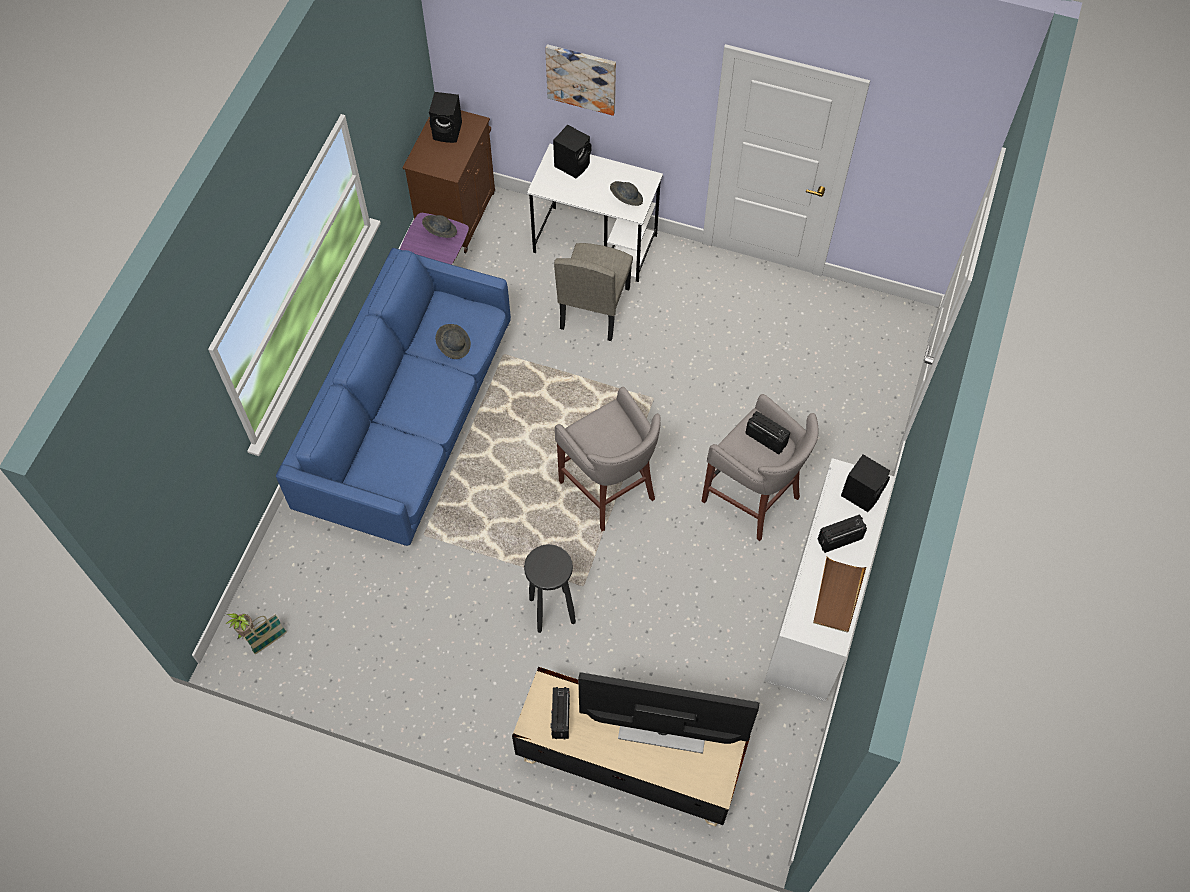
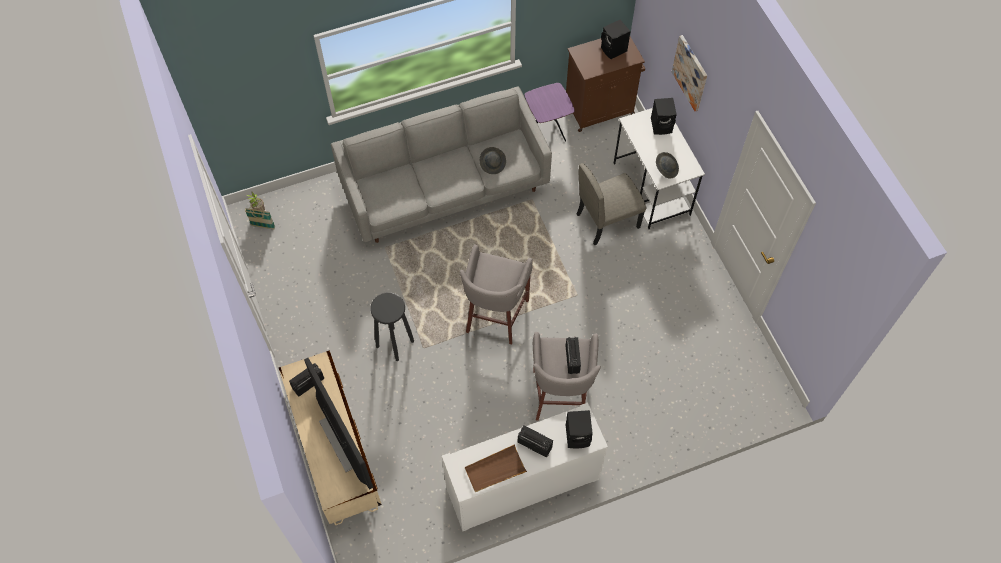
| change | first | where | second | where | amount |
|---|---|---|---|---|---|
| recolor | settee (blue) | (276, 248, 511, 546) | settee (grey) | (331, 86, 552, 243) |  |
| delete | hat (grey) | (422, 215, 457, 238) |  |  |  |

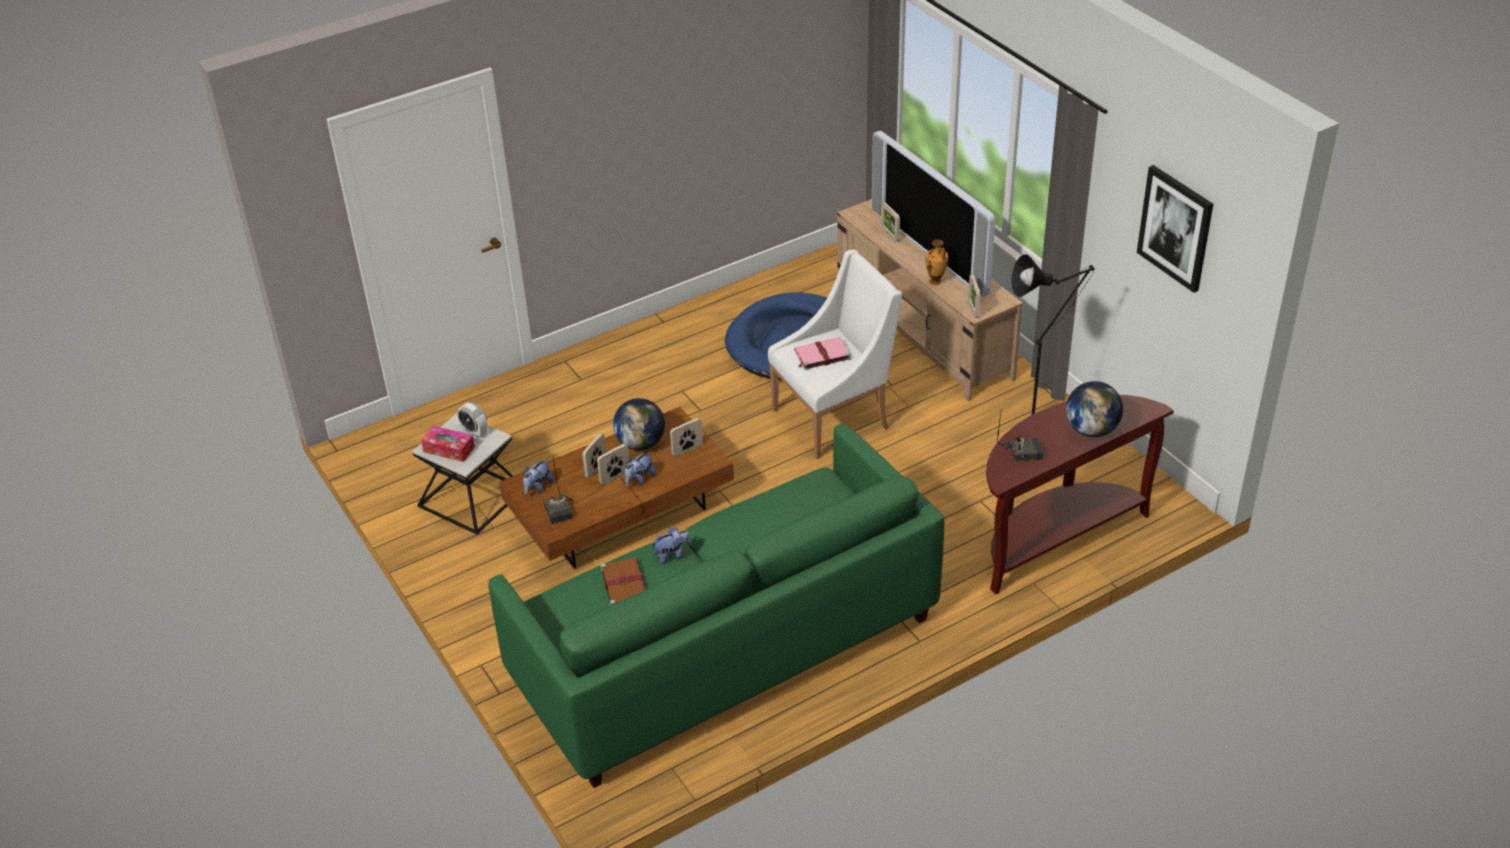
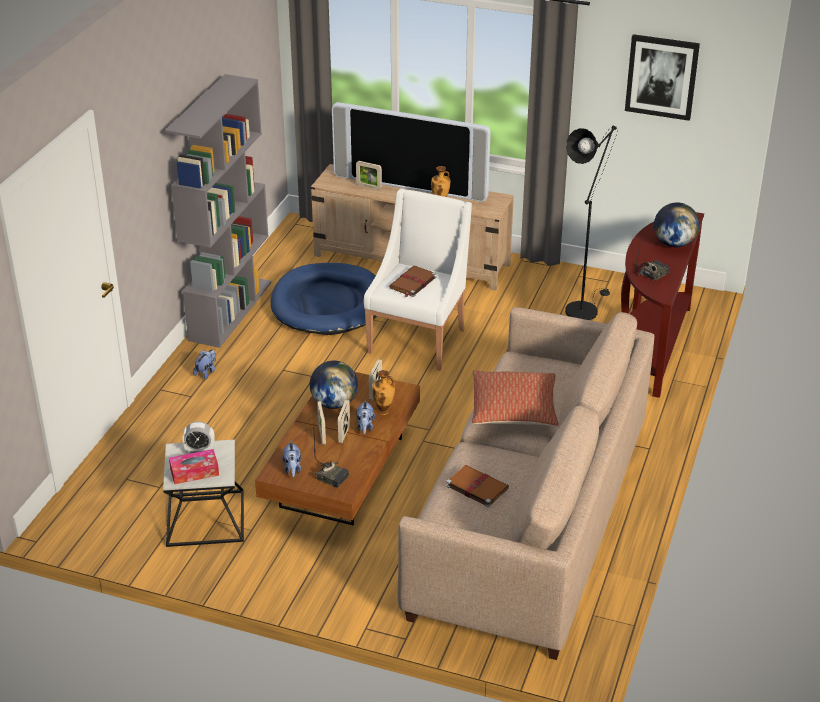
| change | first | where | second | where | amount |
|---|---|---|---|---|---|
| insert |  |  | bookcase (grey) | (165, 74, 272, 348) |  |
| move | cuddly toy | (652, 528, 691, 564) |  | (193, 349, 216, 380) |  |
| insert |  |  | vase | (373, 370, 395, 415) |  |
| recolor | volume (pink-coloured) | (794, 337, 851, 370) | volume (brown) | (389, 266, 436, 297) |  |
| recolor | settee (greenish) | (488, 424, 944, 788) | settee (beige) | (398, 307, 654, 660) |  |
| insert |  |  | cushion | (472, 370, 559, 426) |  |
| delete | picture frame | (968, 274, 980, 318) |  |  |  |

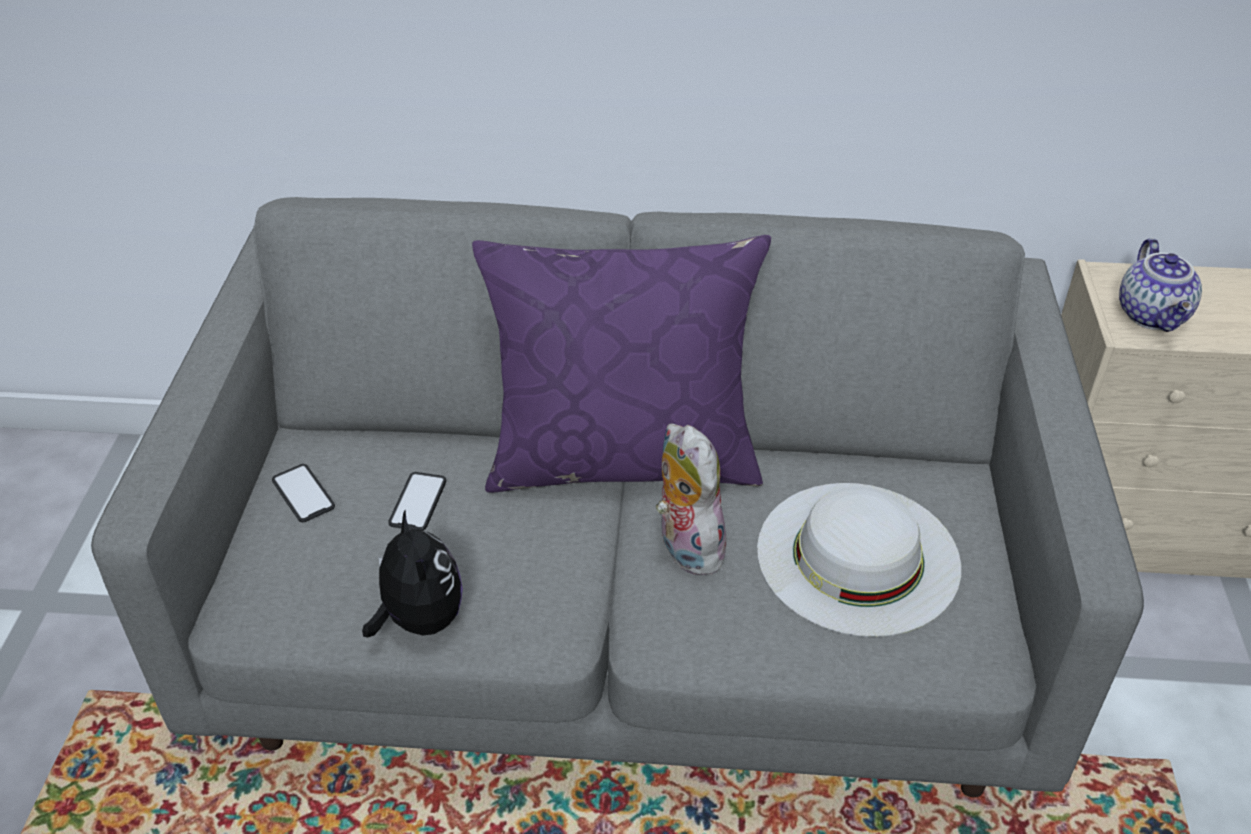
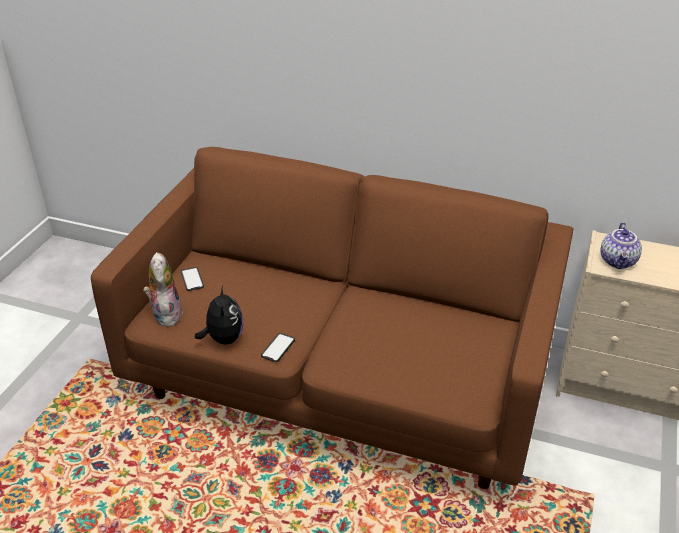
| change | first | where | second | where | amount |
|---|---|---|---|---|---|
| recolor | settee (grey) | (91, 197, 1144, 797) | settee (brown) | (91, 147, 574, 489) |  |
| move | cuddly toy | (656, 424, 731, 575) |  | (143, 252, 183, 327) |  |
| move | phone | (389, 472, 446, 531) |  | (261, 333, 295, 362) |  |
| delete | cushion (purple) | (472, 235, 771, 493) |  |  |  |
| delete | hat (white-coloured) | (757, 483, 961, 637) |  |  |  |

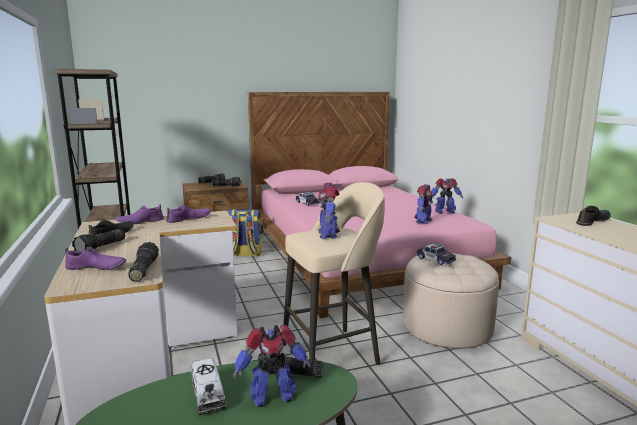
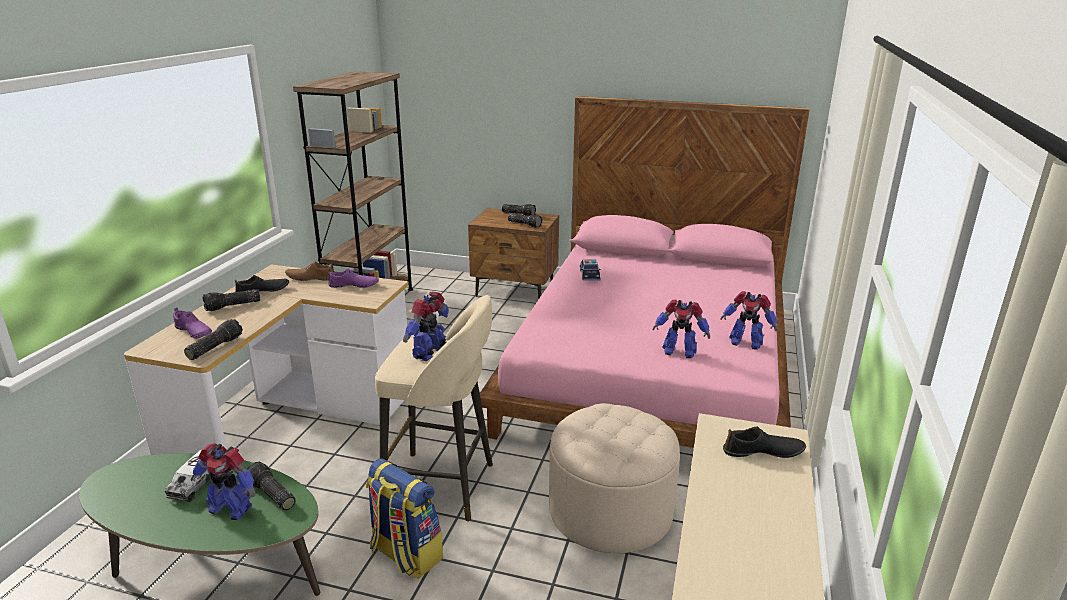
| change | first | where | second | where | amount |
|---|---|---|---|---|---|
| recolor | shoe (purple) | (115, 204, 164, 224) | shoe (brown) | (285, 261, 334, 281) |  |
| move | knapsack | (227, 209, 262, 256) |  | (366, 459, 443, 579) |  |
| rotate | model robot | (414, 184, 433, 224) |  | (653, 299, 710, 358) | 45 degrees clockwise |
| delete | toy car | (416, 244, 456, 265) |  |  |  |

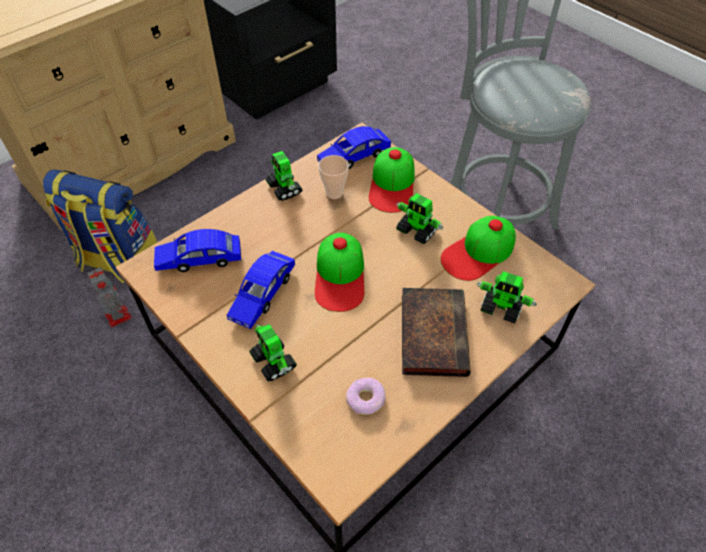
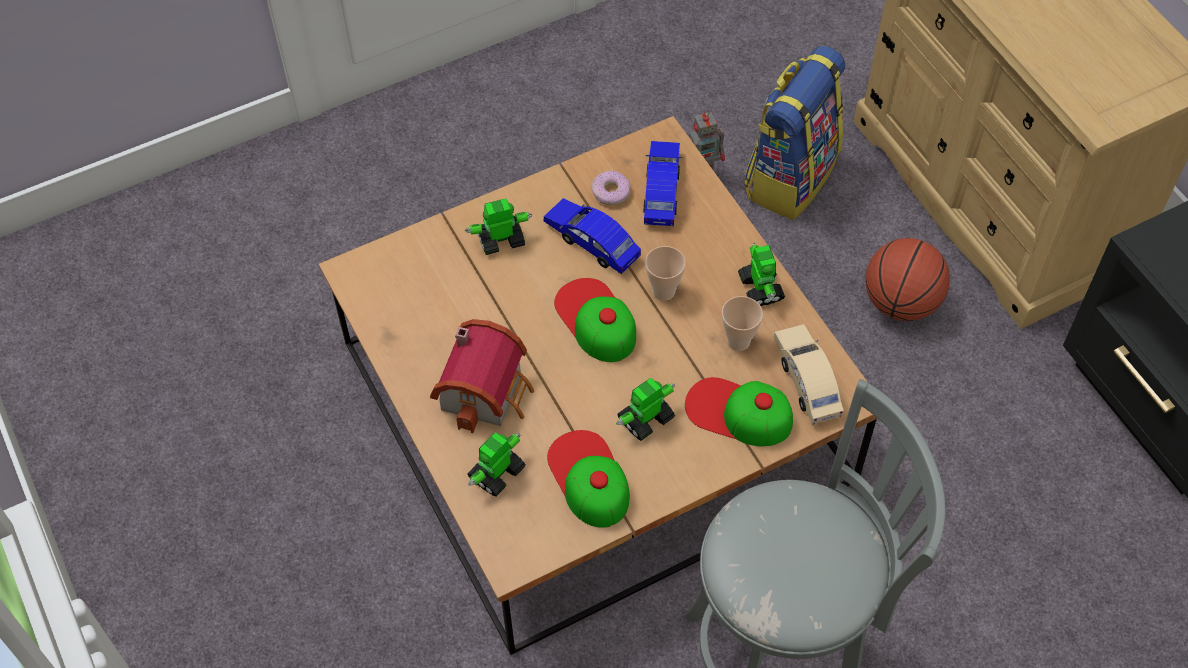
| change | first | where | second | where | amount |
|---|---|---|---|---|---|
| replace | volume | (402, 288, 471, 377) | miniature house | (430, 319, 534, 433) |  |
| rotate | cap | (315, 233, 364, 312) |  | (554, 278, 636, 362) | 45 degrees clockwise |
| move | doughnut | (346, 378, 386, 415) |  | (591, 170, 631, 205) |  |
| insert |  |  | cup | (645, 246, 686, 301) |  |
| rotate | model robot | (266, 151, 303, 201) |  | (738, 243, 785, 306) | 90 degrees clockwise |
| recolor | toy car (blue) | (317, 126, 391, 169) | toy car (beige) | (774, 324, 844, 425) |  |
| insert |  |  | ball for basketball | (865, 238, 950, 321) |  |

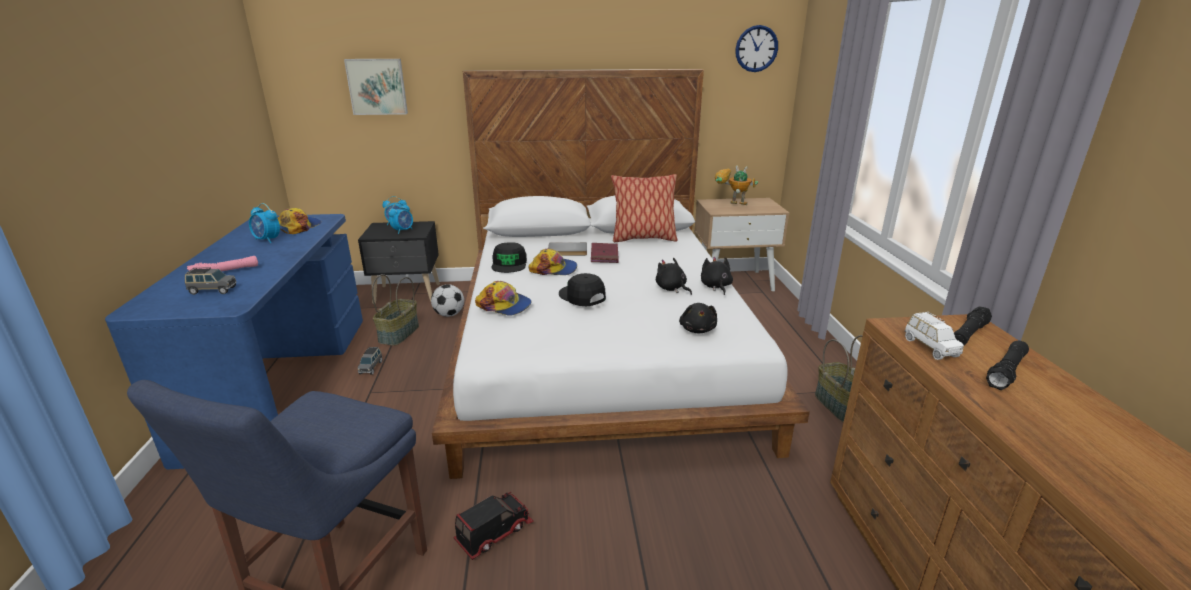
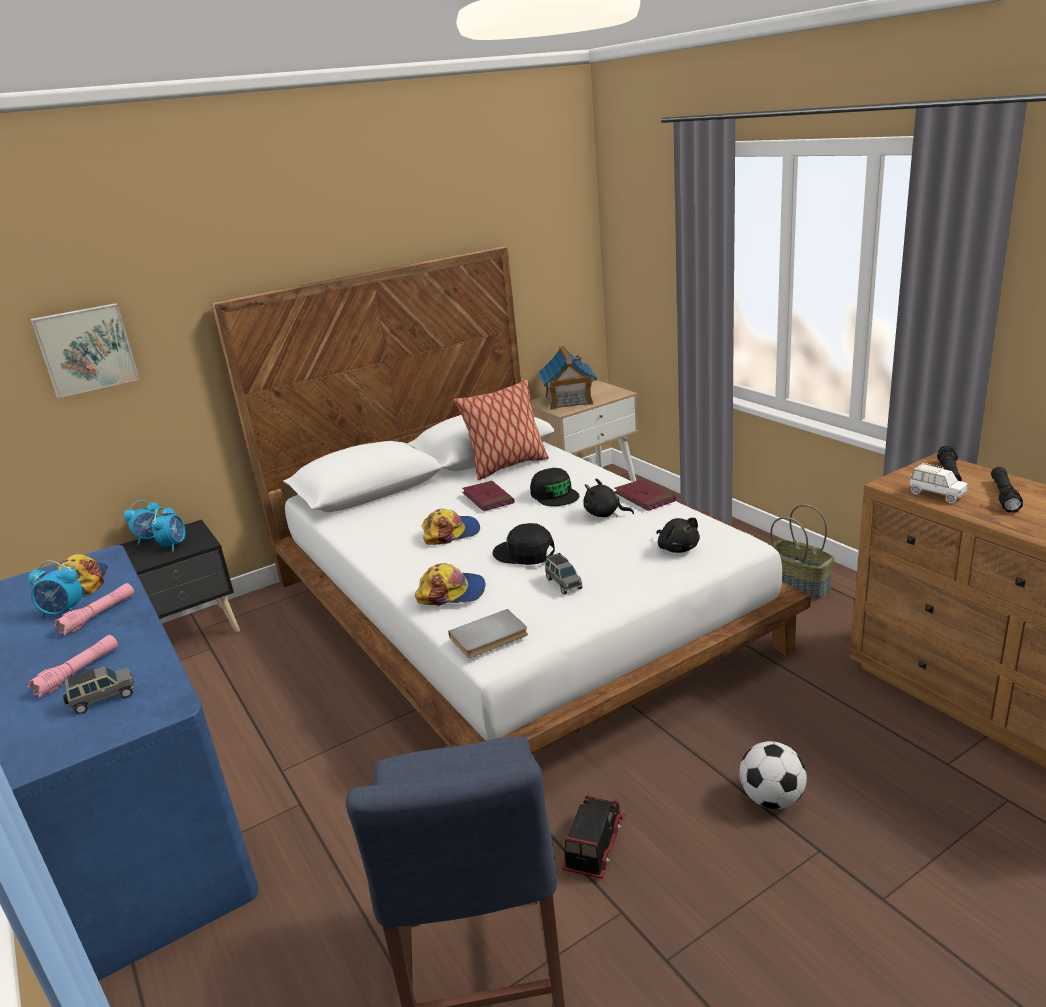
| change | first | where | second | where | amount |
|---|---|---|---|---|---|
| insert |  |  | hand torch (pink-coloured) | (55, 583, 134, 636) |  |
| move | volume (grey) | (548, 242, 587, 256) |  | (448, 609, 528, 658) |  |
| move | cap (black-coloured) | (492, 242, 527, 273) |  | (530, 468, 579, 506) |  |
| replace | model robot | (715, 166, 758, 205) | miniature house | (538, 346, 597, 410) |  |
| move | toy car (grey) | (358, 347, 382, 375) |  | (545, 553, 583, 595) |  |
| replace | cuddly toy (black-coloured) | (701, 257, 733, 295) | volume (red) | (615, 479, 676, 511) |  |
| move | football | (431, 284, 464, 317) |  | (739, 741, 807, 809) |  |
| delete | basket | (372, 274, 419, 346) |  |  |  |
| delete | clock on the wall | (735, 25, 778, 72) |  |  |  |

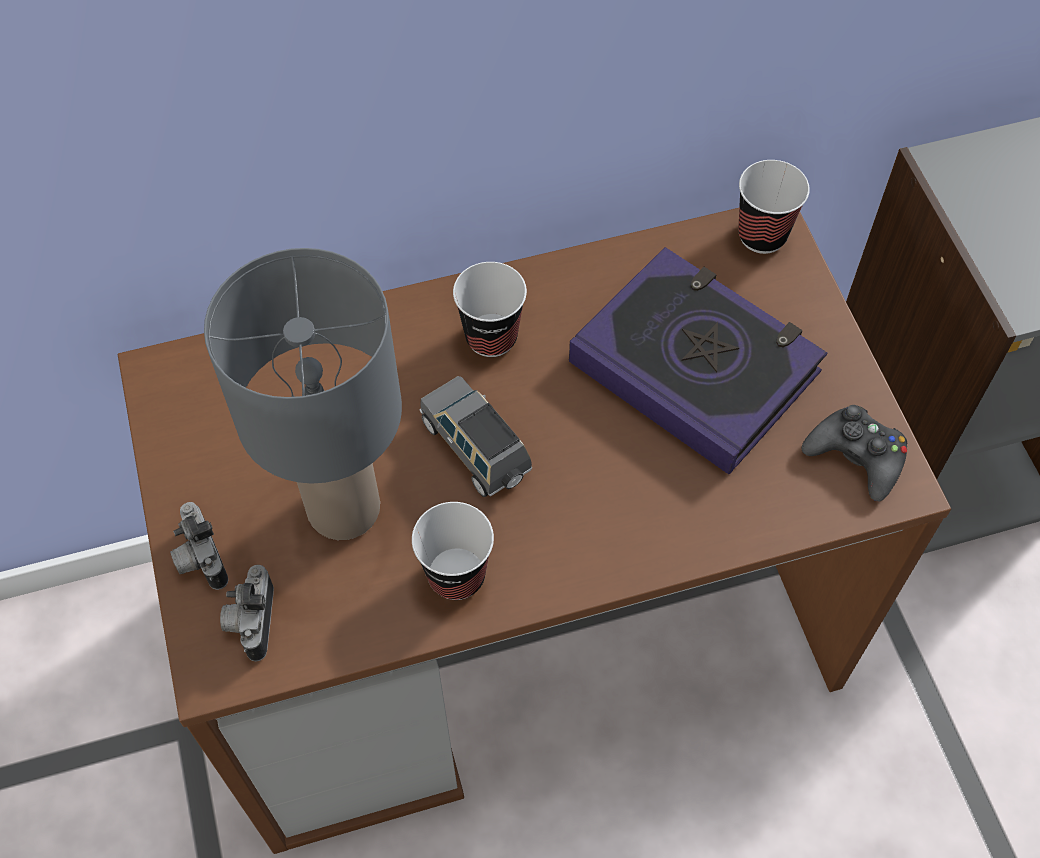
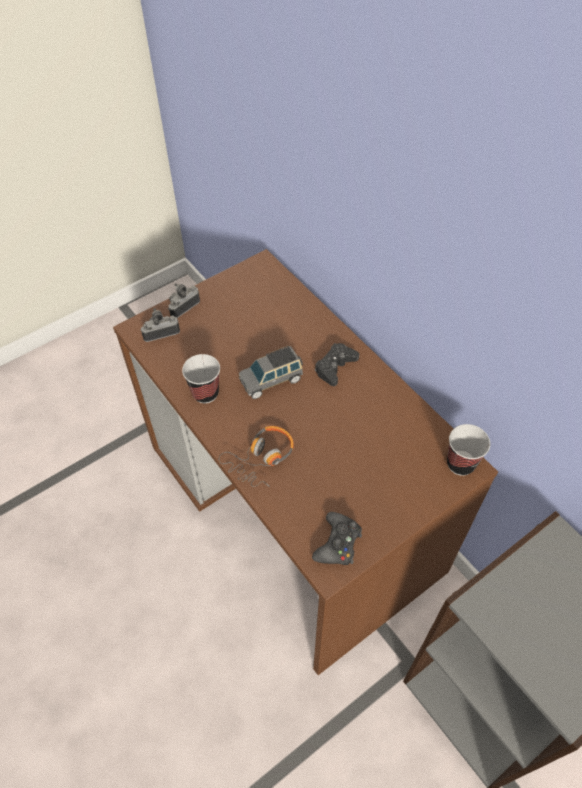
| change | first | where | second | where | amount |
|---|---|---|---|---|---|
| insert |  |  | headphones | (219, 426, 294, 487) |  |
| rotate | toy car (grey) | (419, 376, 532, 497) |  | (239, 346, 303, 399) | 150 degrees counterclockwise |
| replace | cup | (453, 262, 527, 357) | joypad (black-coloured) | (315, 343, 359, 386) |  |
| delete | tabletop lamp (grey) | (204, 248, 402, 540) |  |  |  |
| delete | volume | (569, 247, 827, 474) |  |  |  |

